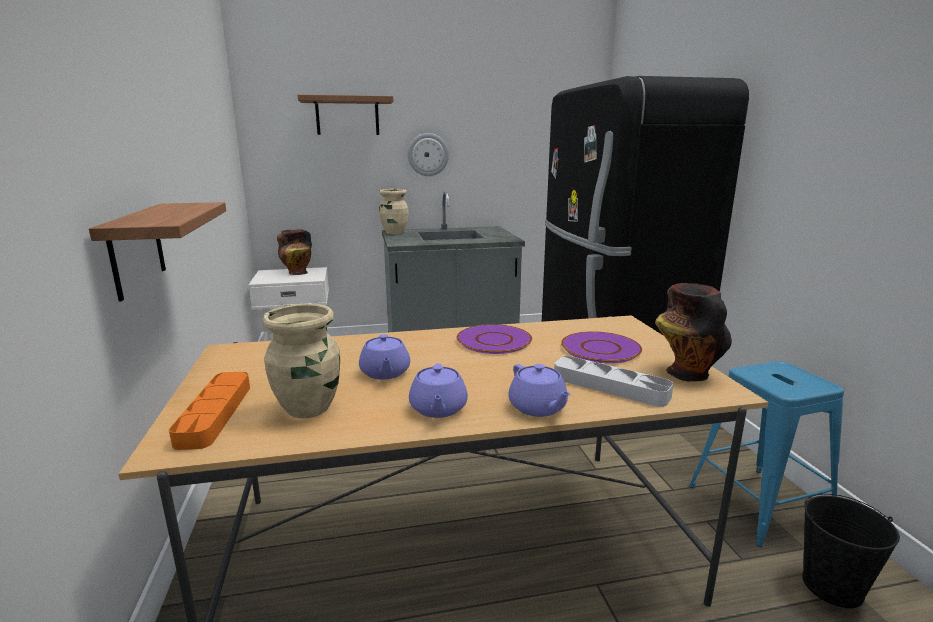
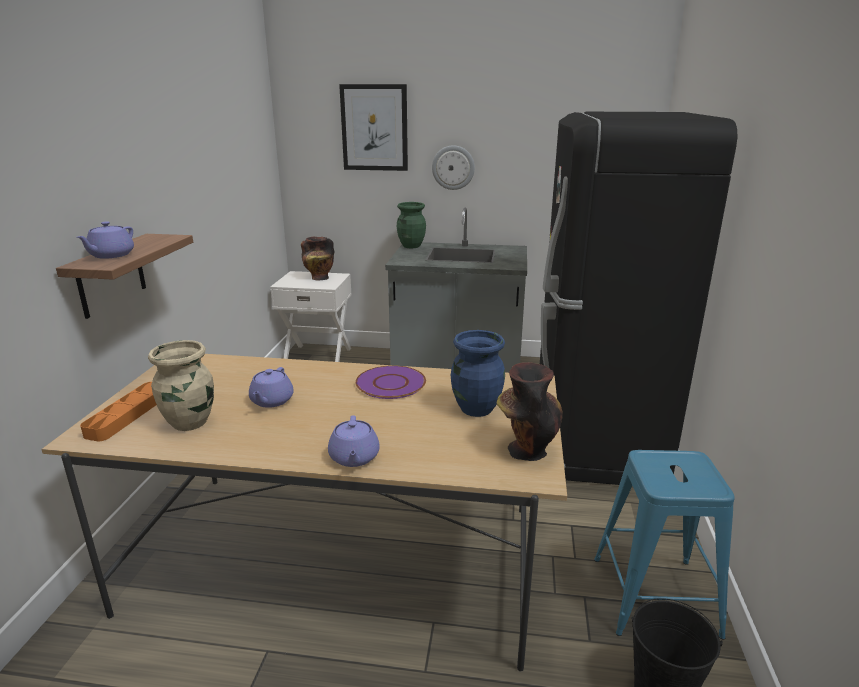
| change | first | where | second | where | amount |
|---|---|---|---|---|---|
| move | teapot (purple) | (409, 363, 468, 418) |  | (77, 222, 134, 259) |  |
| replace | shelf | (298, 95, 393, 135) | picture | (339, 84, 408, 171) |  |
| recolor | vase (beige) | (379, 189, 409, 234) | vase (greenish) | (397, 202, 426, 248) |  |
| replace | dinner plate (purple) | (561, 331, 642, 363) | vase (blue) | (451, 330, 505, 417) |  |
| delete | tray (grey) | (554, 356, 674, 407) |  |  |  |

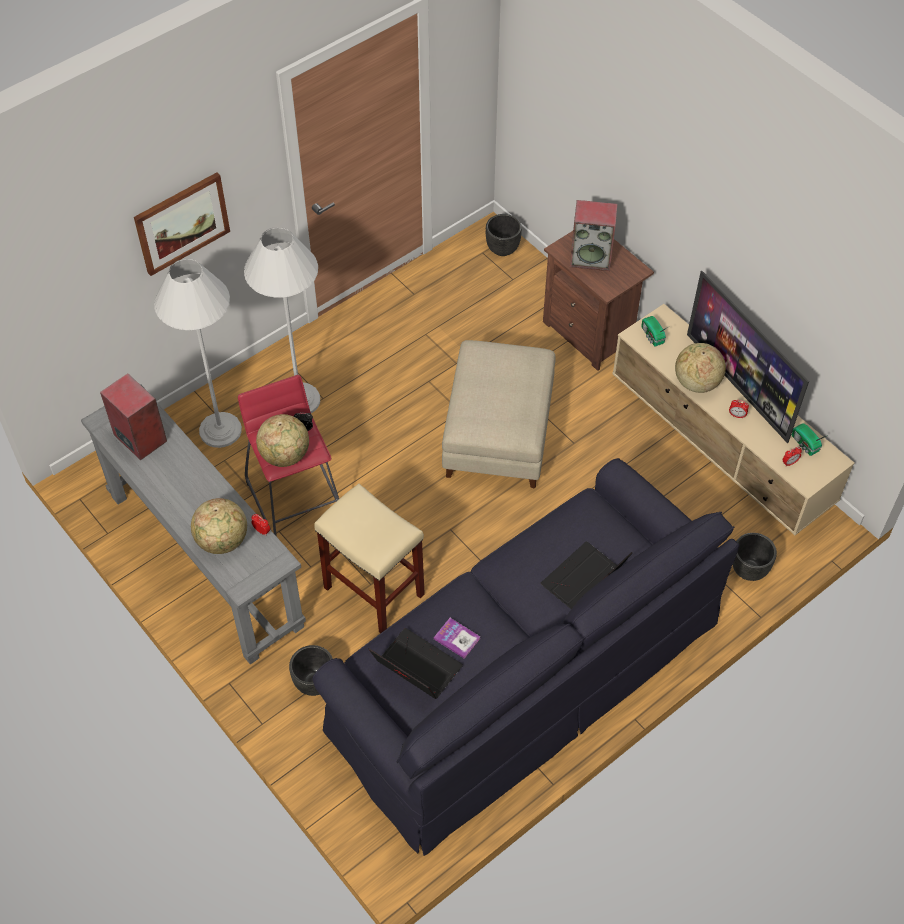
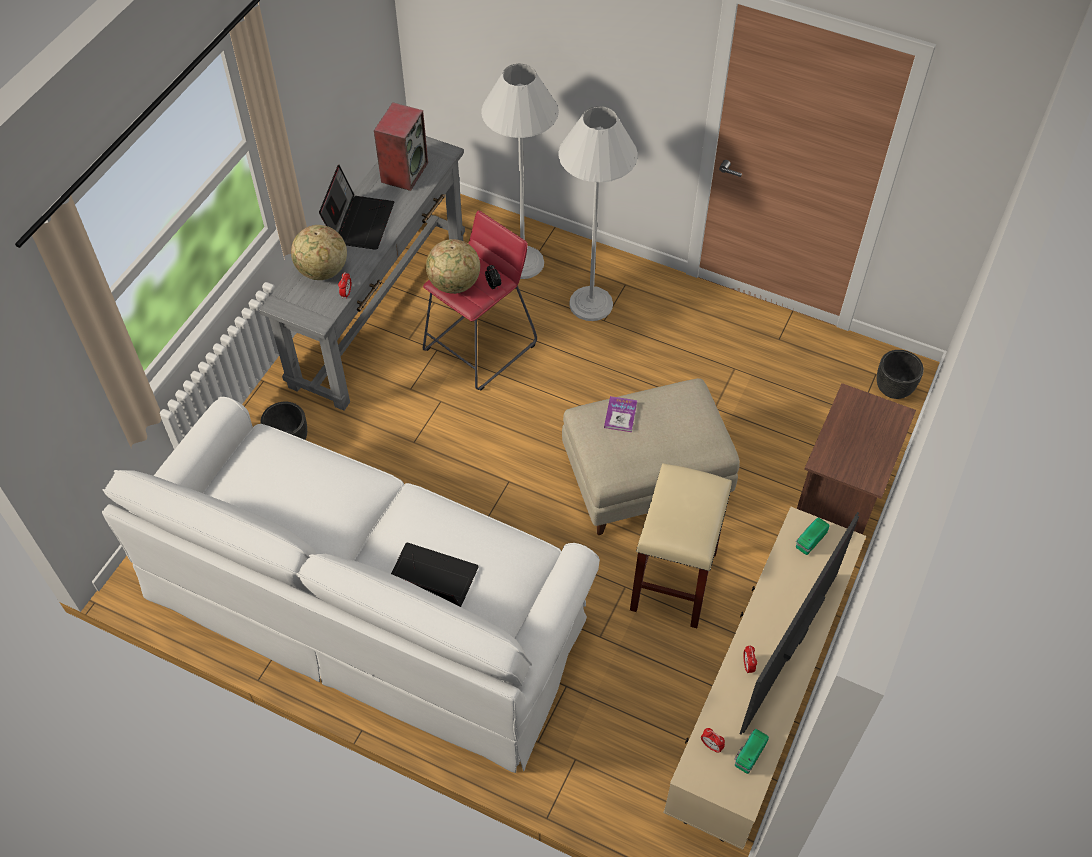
| change | first | where | second | where | amount |
|---|---|---|---|---|---|
| recolor | settee (black-coloured) | (312, 458, 739, 856) | settee (white-coloured) | (102, 397, 600, 773) |  |
| move | notebook computer | (369, 628, 463, 699) |  | (319, 165, 394, 250) |  |
| move | volume | (434, 618, 480, 659) |  | (604, 396, 637, 432) |  |
| move | stool (beige) | (314, 483, 425, 633) |  | (630, 463, 732, 628) |  |
| delete | picture | (134, 172, 230, 276) |  |  |  |
| delete | audio speaker | (570, 200, 617, 271) |  |  |  |
| delete | globe | (675, 343, 726, 393) |  |  |  |
| delete | plant pot (black-coloured) | (733, 533, 777, 581) |  |  |  |

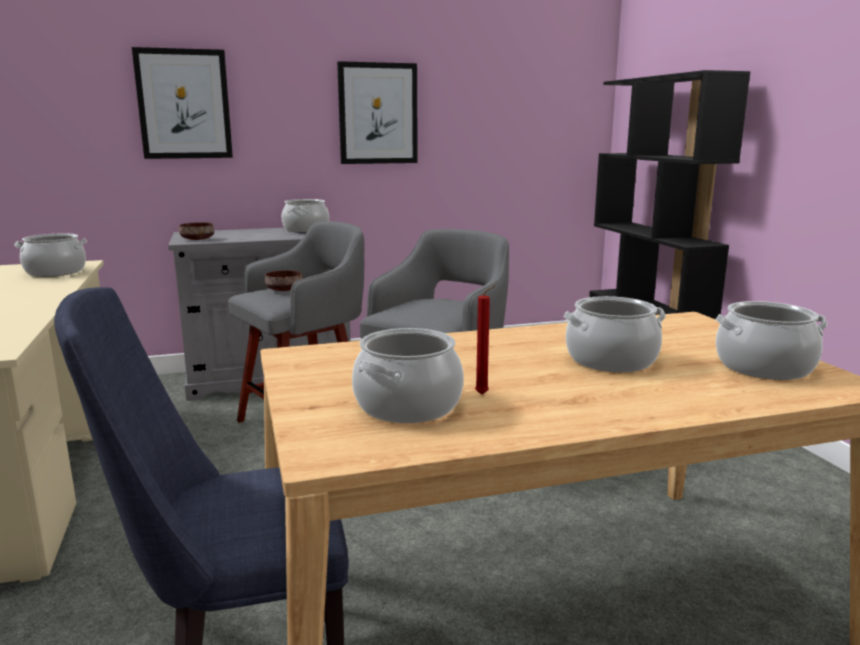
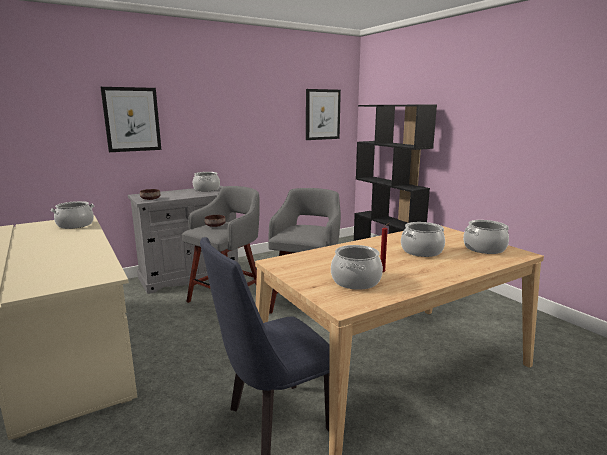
| change | first | where | second | where | amount |
|---|---|---|---|---|---|
| move | picture | (337, 61, 418, 164) |  | (306, 89, 341, 140) |  |

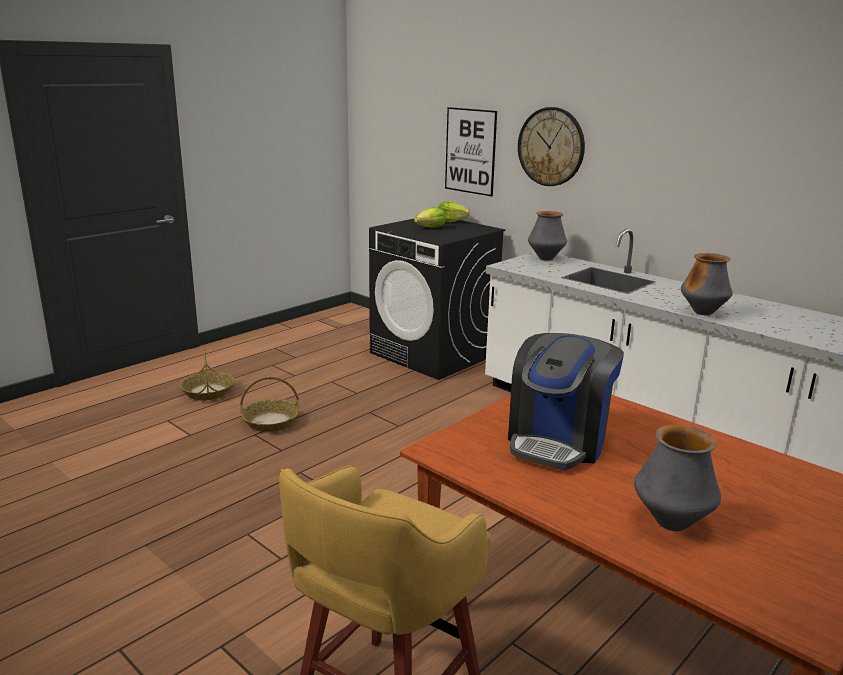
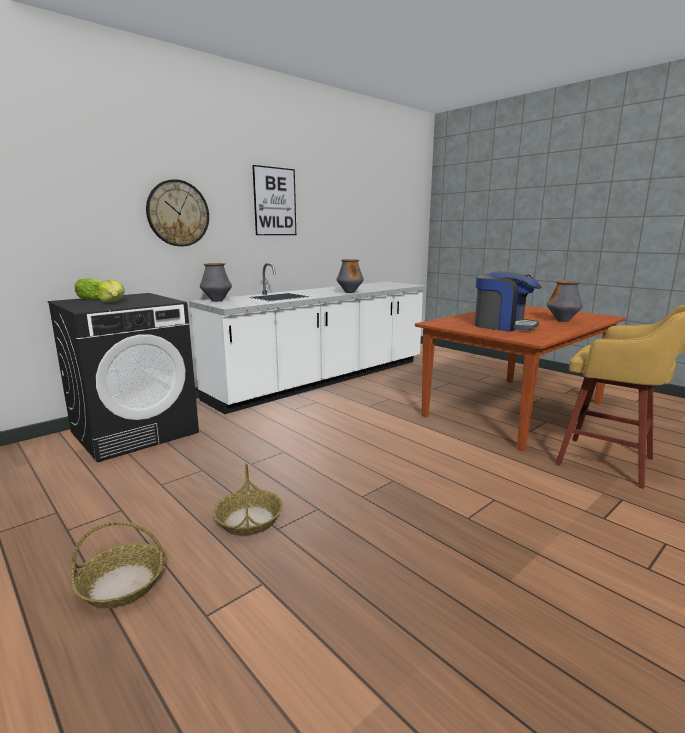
| change | first | where | second | where | amount |
|---|---|---|---|---|---|
| move | picture | (445, 107, 497, 197) |  | (252, 165, 296, 235) |  |

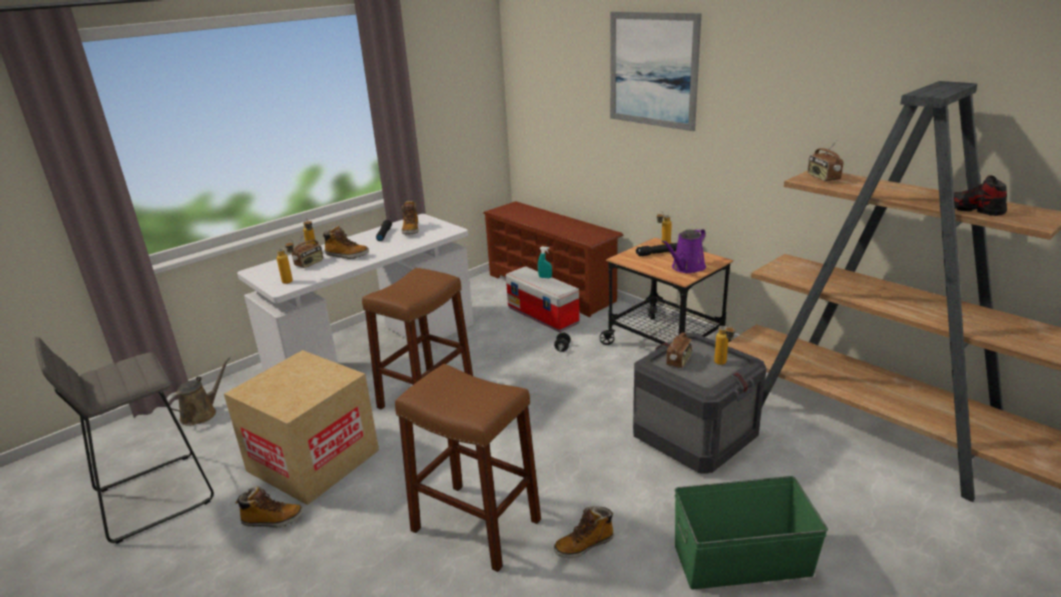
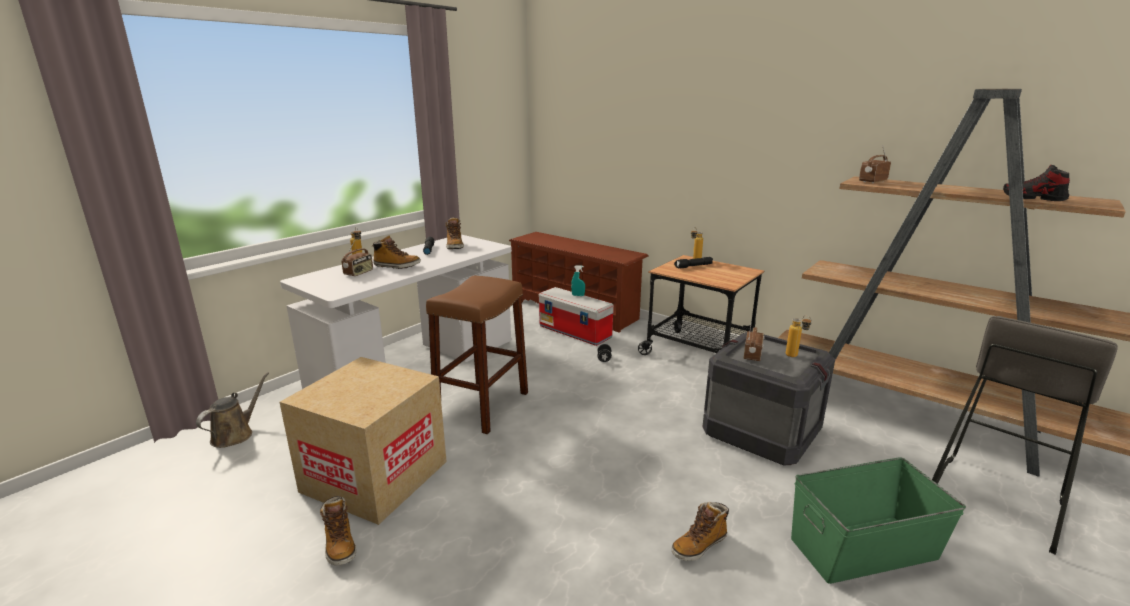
| change | first | where | second | where | amount |
|---|---|---|---|---|---|
| rotate | tall boot | (236, 486, 303, 528) |  | (320, 496, 356, 565) | 75 degrees clockwise |
| rotate | radio receiver | (808, 140, 843, 181) |  | (859, 145, 891, 183) | 75 degrees clockwise |
| move | stool (grey) | (34, 337, 214, 544) |  | (932, 316, 1118, 555) |  |
| delete | drink bottle | (276, 240, 294, 284) |  |  |  |
| delete | stool (brown) | (395, 364, 541, 572) |  |  |  |
| delete | picture | (610, 12, 702, 131) |  |  |  |
| delete | sprinkling can (purple) | (662, 228, 706, 273) |  |  |  |

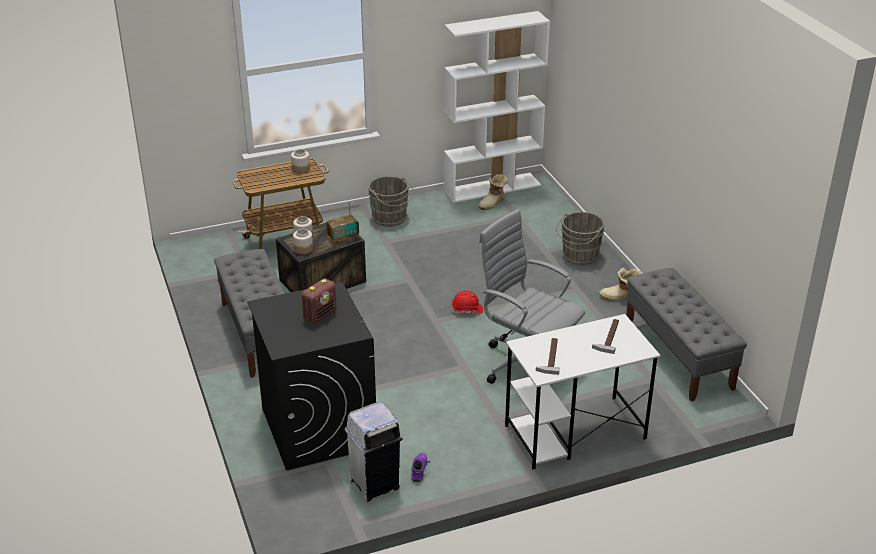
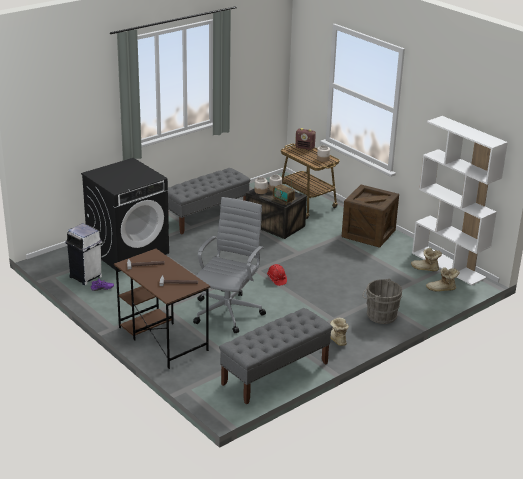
| change | first | where | second | where | amount |
|---|---|---|---|---|---|
| recolor | desk unit (white-coloured) | (505, 314, 660, 470) | desk unit (brown) | (114, 249, 210, 369) |  |
| move | radio receiver | (301, 278, 337, 323) |  | (295, 128, 316, 150) |  |
| replace | pail (grey) | (368, 176, 414, 227) | crate | (342, 185, 399, 248) |  |
| insert |  |  | tall boot | (426, 267, 460, 292) |  |

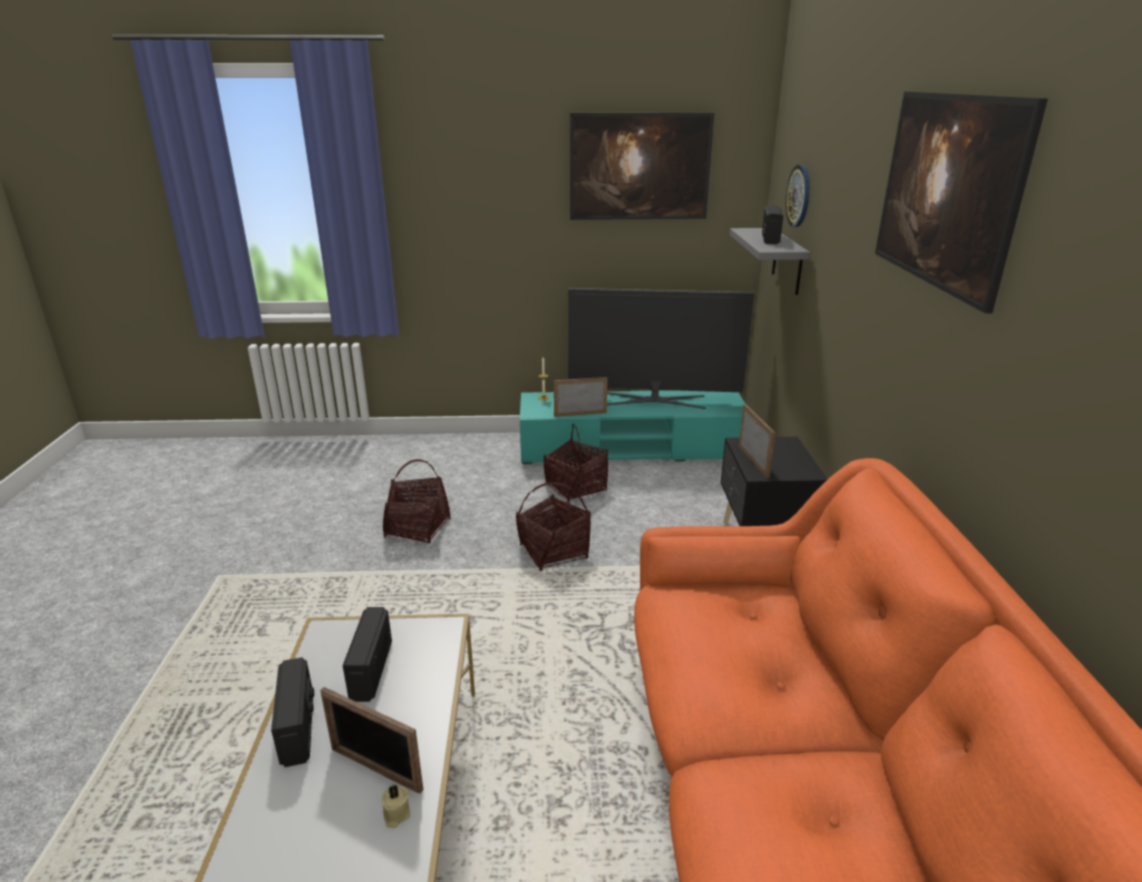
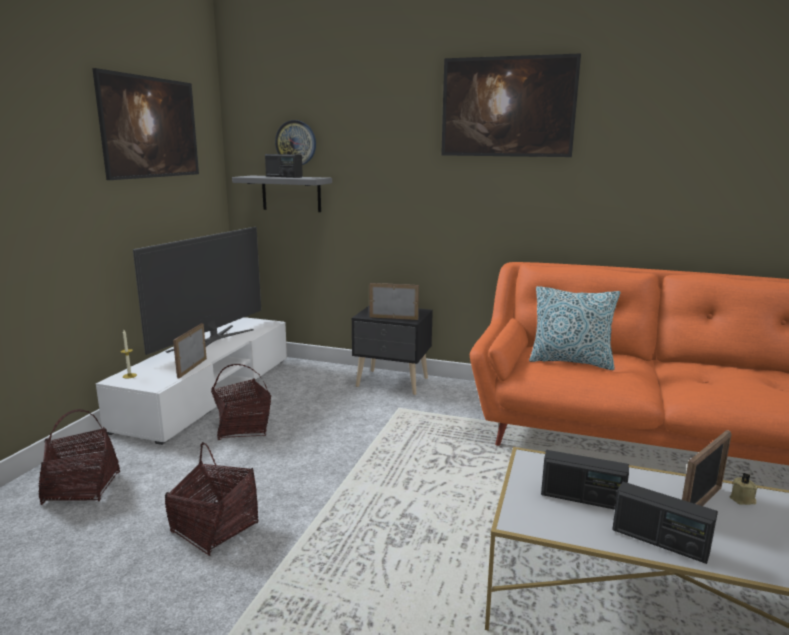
| change | first | where | second | where | amount |
|---|---|---|---|---|---|
| move | basket | (516, 482, 591, 571) |  | (38, 409, 120, 505) |  |
| recolor | media console (turquoise) | (520, 390, 745, 464) | media console (white-coloured) | (96, 317, 287, 445) |  |
| insert |  |  | cushion | (529, 286, 620, 370) |  |
| rotate | radio receiver | (271, 657, 314, 767) |  | (612, 482, 718, 564) | 150 degrees counterclockwise |

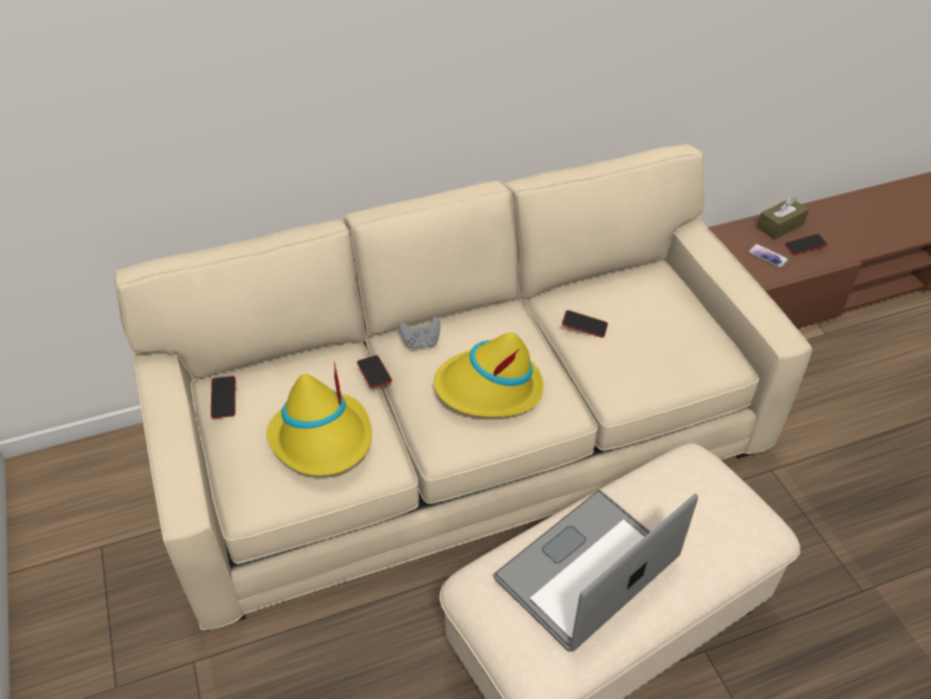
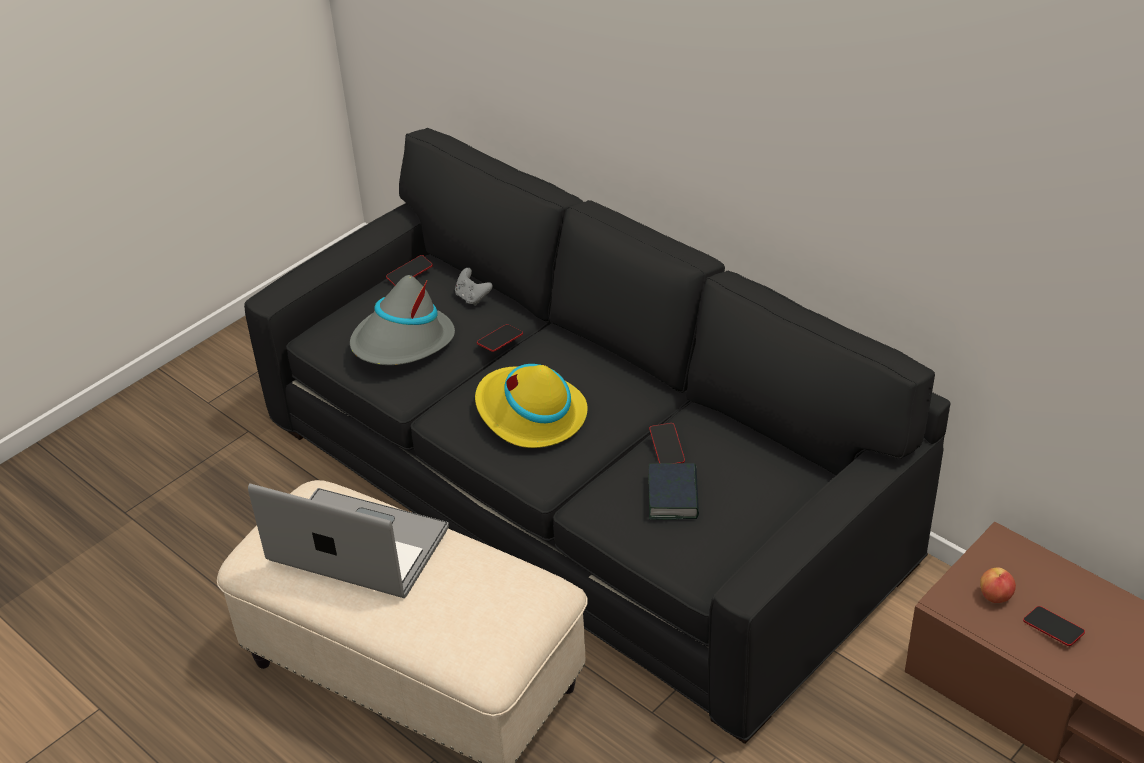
| change | first | where | second | where | amount |
|---|---|---|---|---|---|
| recolor | settee (beige) | (115, 144, 812, 631) | settee (black-coloured) | (244, 128, 951, 744) |  |
| recolor | hat (yellow) | (267, 361, 372, 476) | hat (grey) | (350, 275, 455, 365) |  |
| move | joypad (grey) | (398, 317, 440, 349) |  | (455, 268, 493, 306) |  |
| insert |  |  | volume | (649, 463, 699, 520) |  |
| replace | phone | (748, 244, 789, 268) | apple fruit | (980, 567, 1016, 603) |  |
| delete | tissue holder (brown) | (757, 195, 809, 240) |  |  |  |

